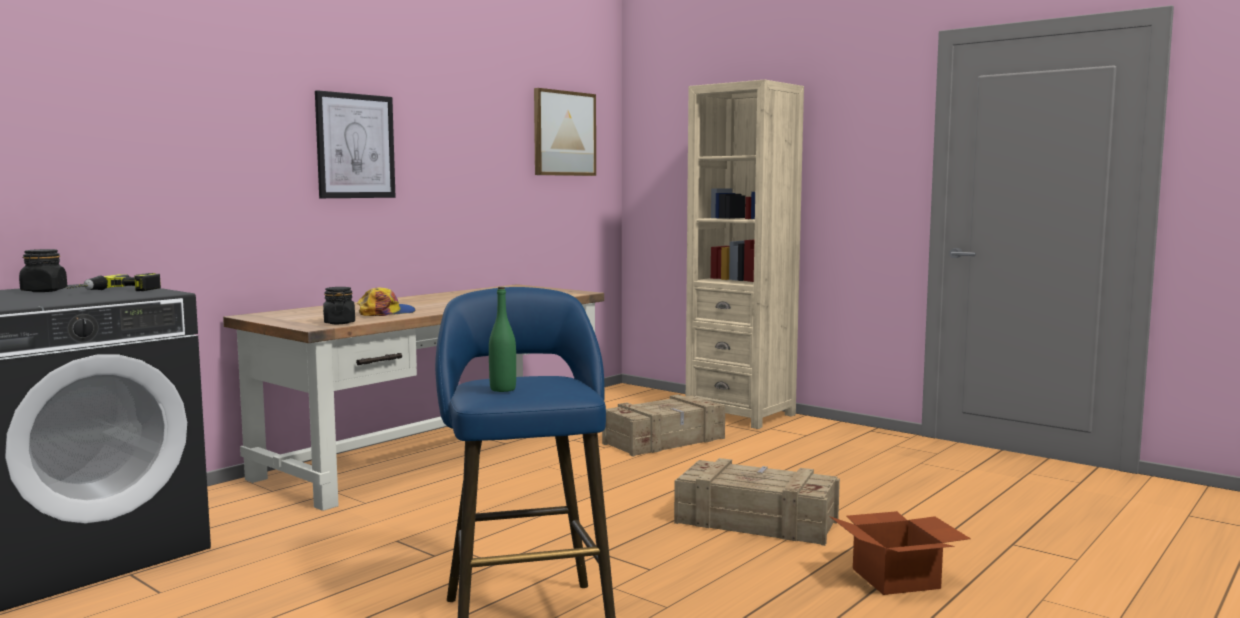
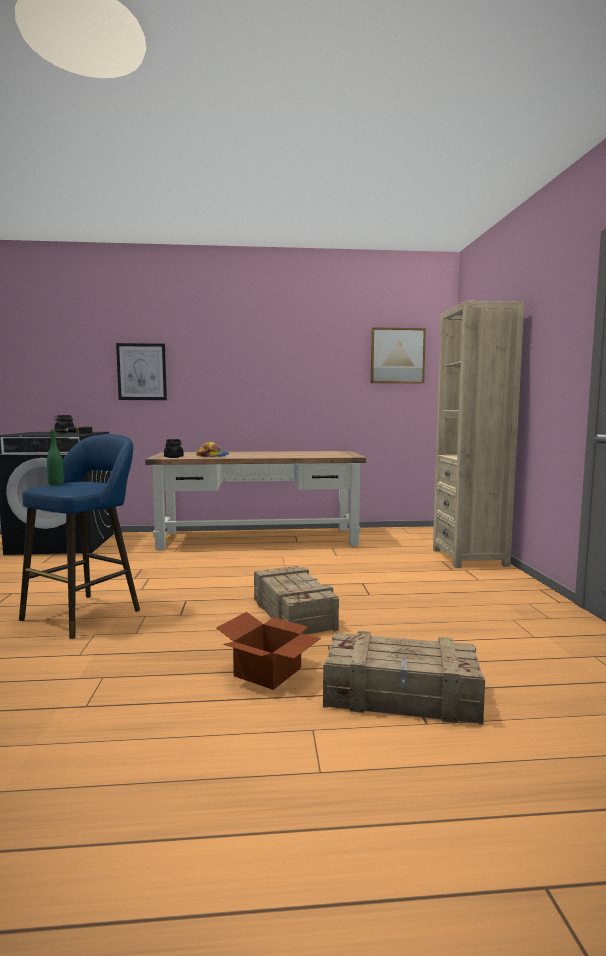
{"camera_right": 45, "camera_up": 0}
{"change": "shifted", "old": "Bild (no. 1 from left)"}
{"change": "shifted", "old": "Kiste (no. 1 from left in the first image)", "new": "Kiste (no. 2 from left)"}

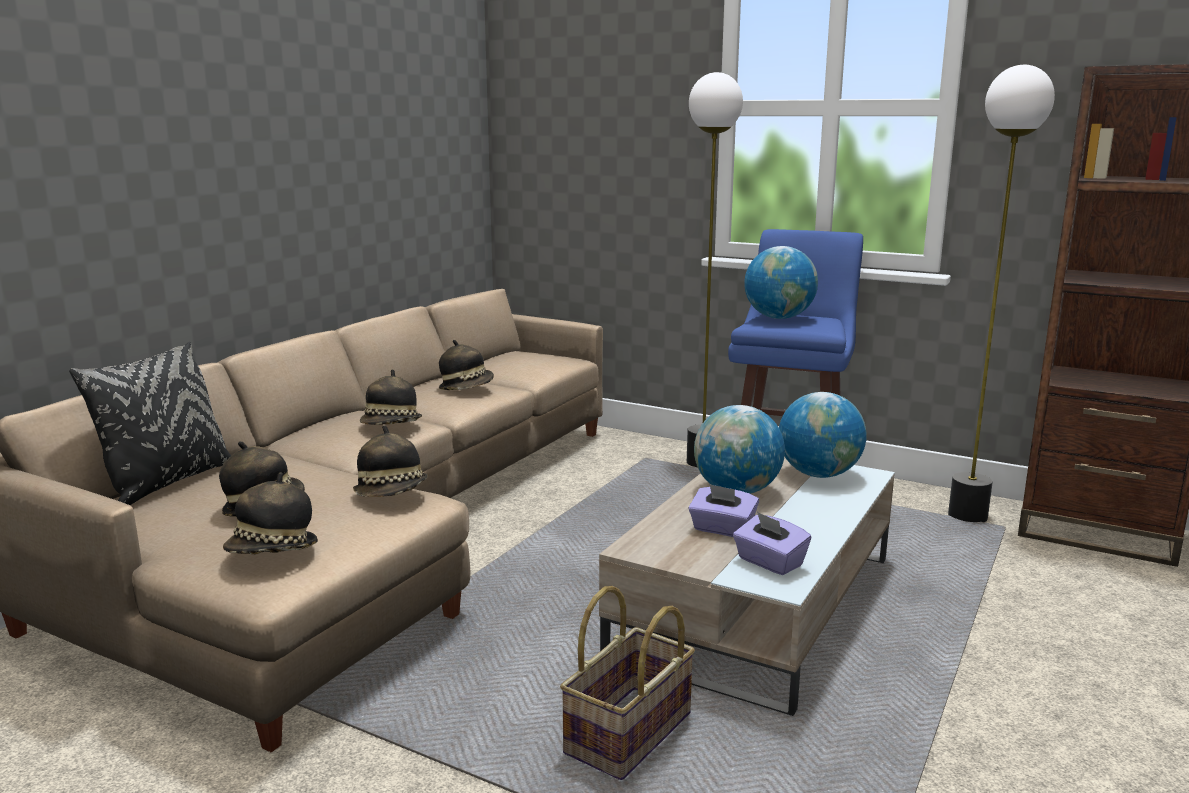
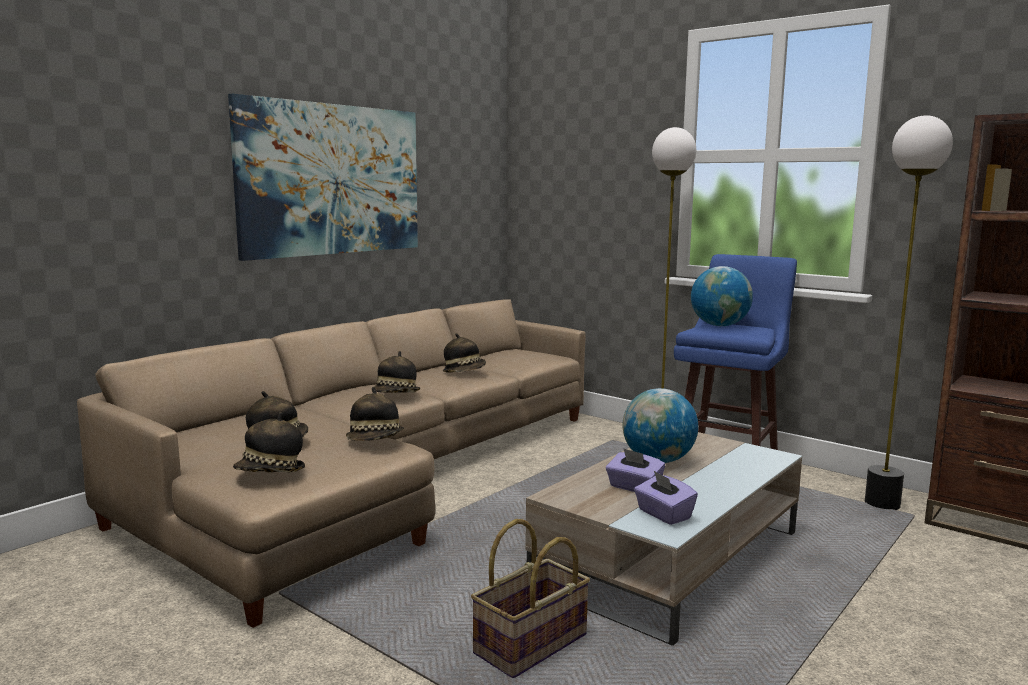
{"camera_right": 10, "camera_up": -5}
{"change": "gone", "old": "Kissen/schwarz"}
{"change": "gone", "old": "Globus (no. 3 from left)"}
{"change": "new", "new": "Bild"}

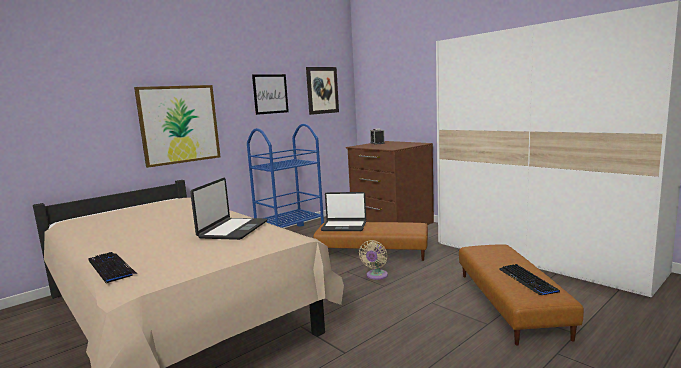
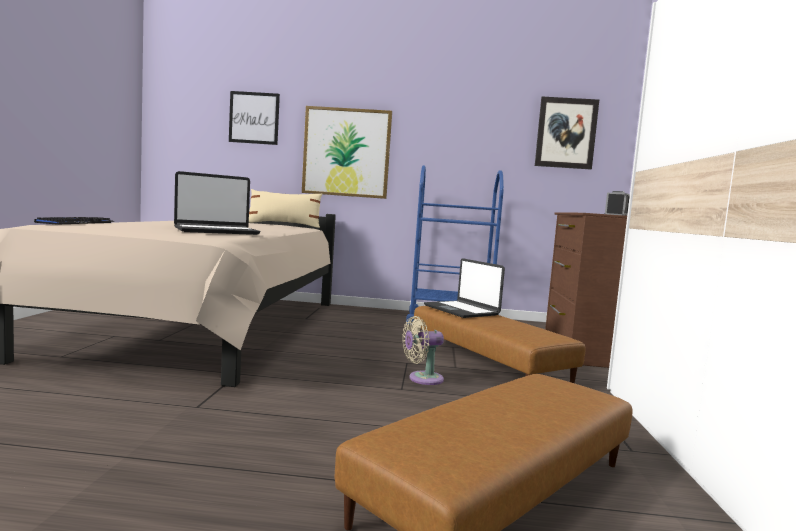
{"camera_right": 45, "camera_up": -5}
{"change": "gone", "old": "Tastatur (no. 2 from left)"}
{"change": "new", "new": "Kissen/beige"}
{"change": "shifted", "old": "Bild (no. 2 from left in the first image)", "new": "Bild (no. 1 from left)"}

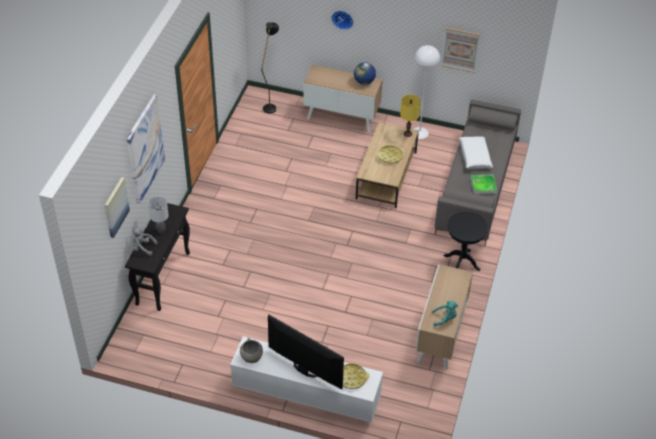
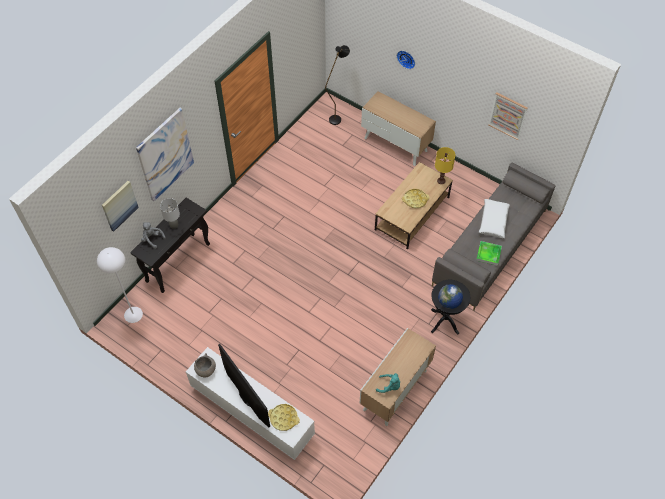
{"camera_right": 20, "camera_up": 10}
{"change": "shifted", "old": "Globus"}
{"change": "shifted", "old": "Stehlampe/weiß"}

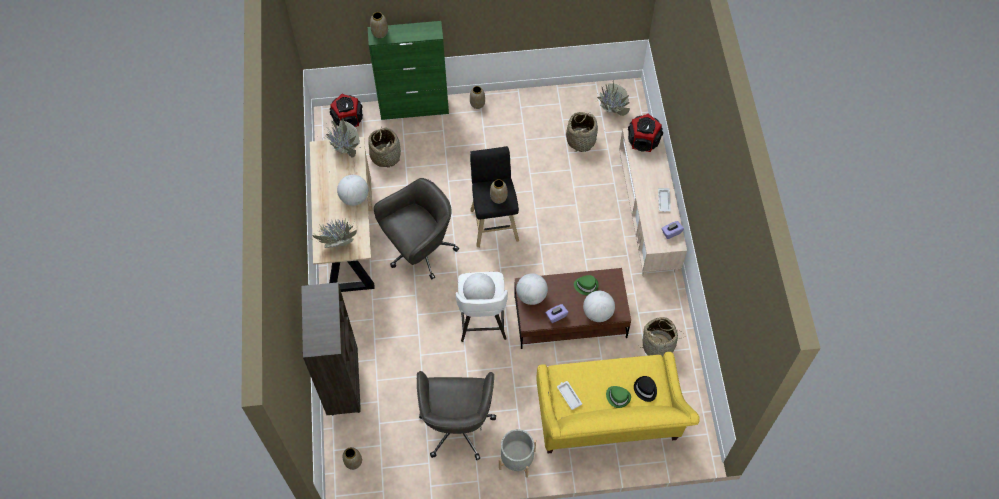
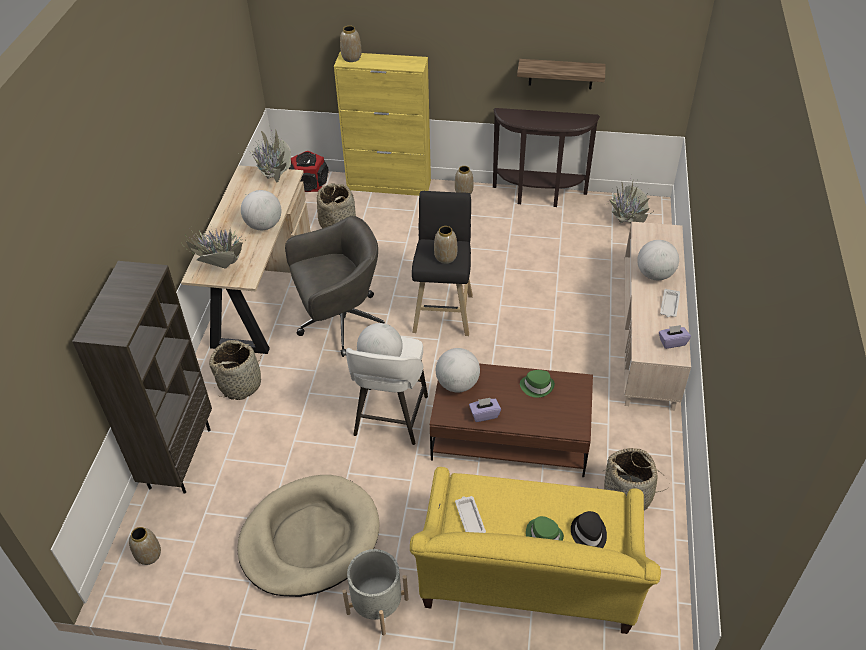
{"camera_right": 15, "camera_up": -15}
{"change": "gone", "old": "Lautsprecher (no. 2 from left)"}
{"change": "new", "new": "Konsolentisch/braun"}
{"change": "new", "new": "Wandregal"}
{"change": "shifted", "old": "Korb (no. 2 from left in the first image)", "new": "Korb (no. 1 from left)"}
{"change": "shifted", "old": "Globus (no. 4 from left)"}
{"change": "swapped", "old": "Bürostuhl/grau (no. 2 from left)", "new": "Hundebett/beige"}
{"change": "repainted", "old": "Schrank/grün", "new": "Schrank/gelb"}

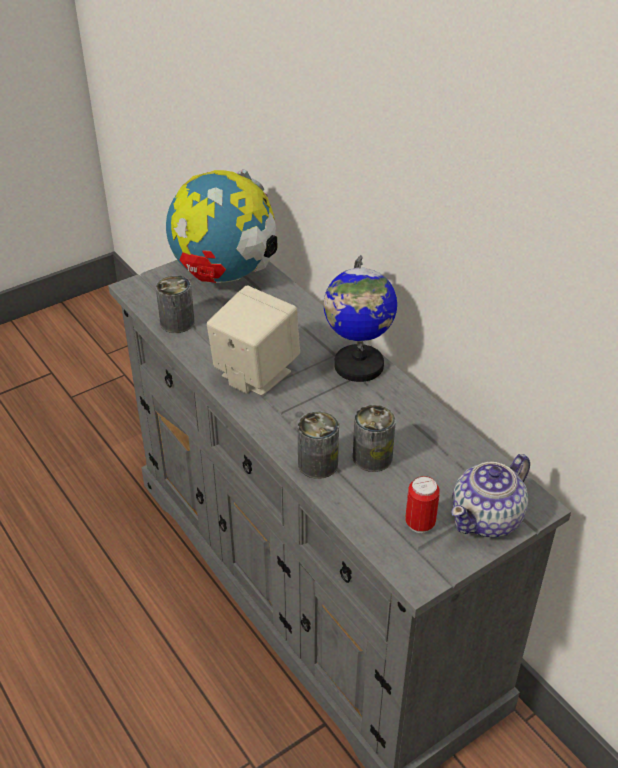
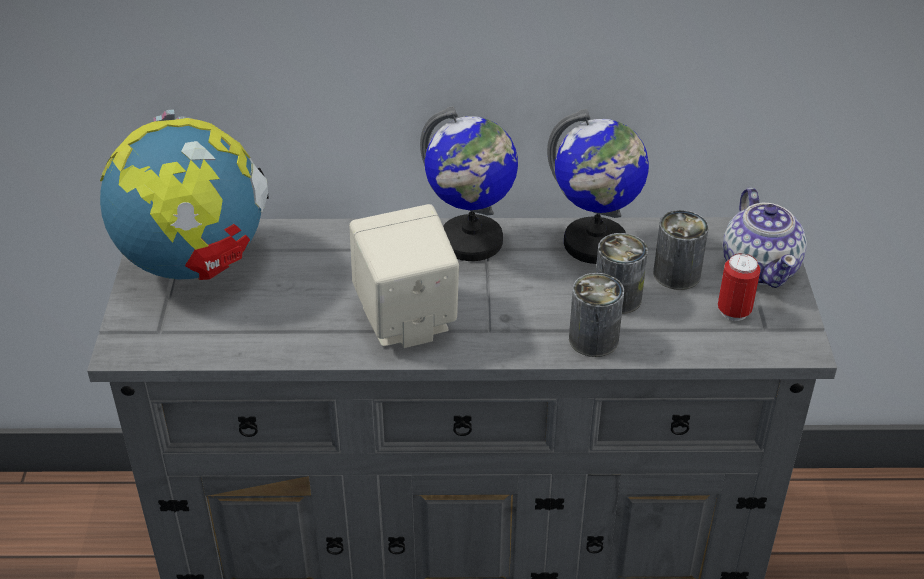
{"camera_right": -55, "camera_up": 0}
{"change": "new", "new": "Globus (no. 3 from left)"}
{"change": "shifted", "old": "Dose (no. 1 from left in the first image)", "new": "Dose (no. 3 from left)"}

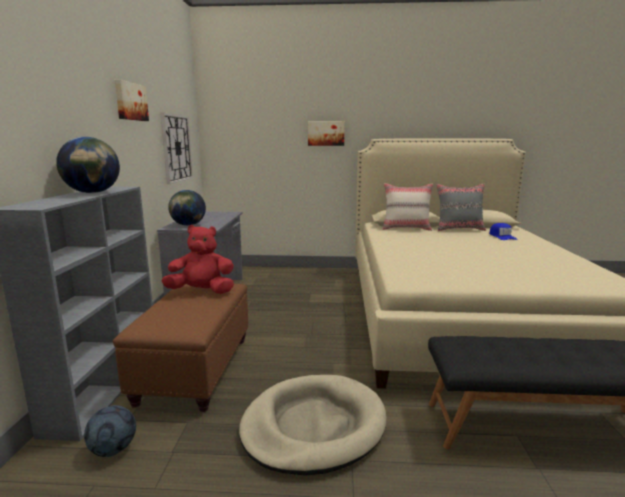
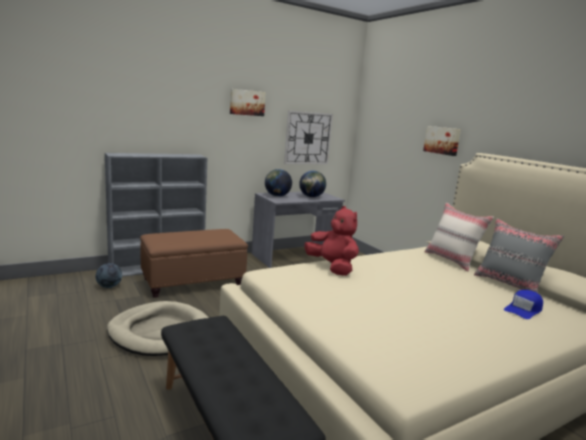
{"camera_right": 55, "camera_up": 0}
{"change": "shifted", "old": "Globus (no. 1 from left in the first image)", "new": "Globus (no. 2 from left)"}
{"change": "shifted", "old": "Plüschtier/rot"}

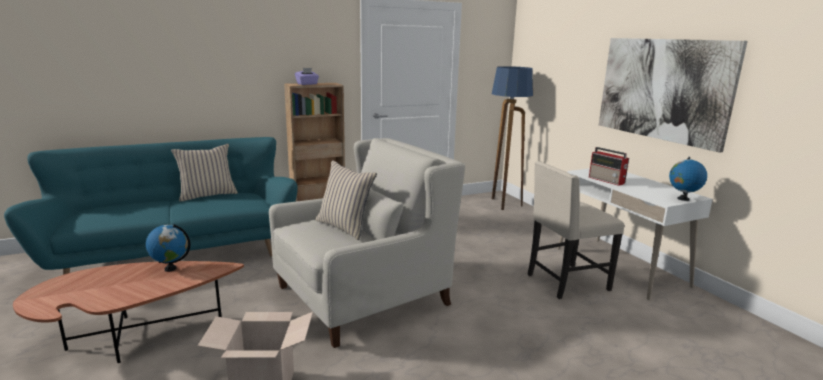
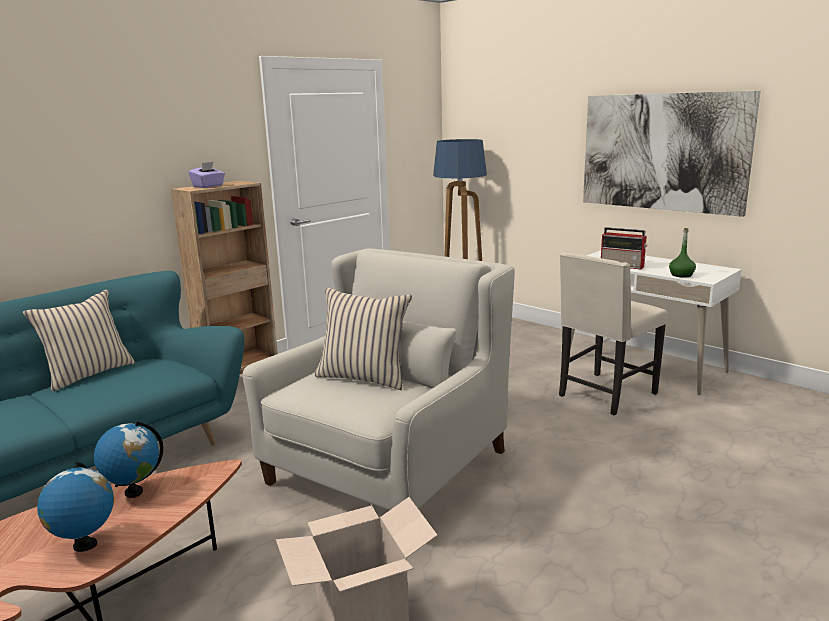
{"camera_right": -20, "camera_up": 0}
{"change": "new", "new": "Flasche/grün"}
{"change": "shifted", "old": "Globus (no. 2 from left in the first image)", "new": "Globus (no. 1 from left)"}

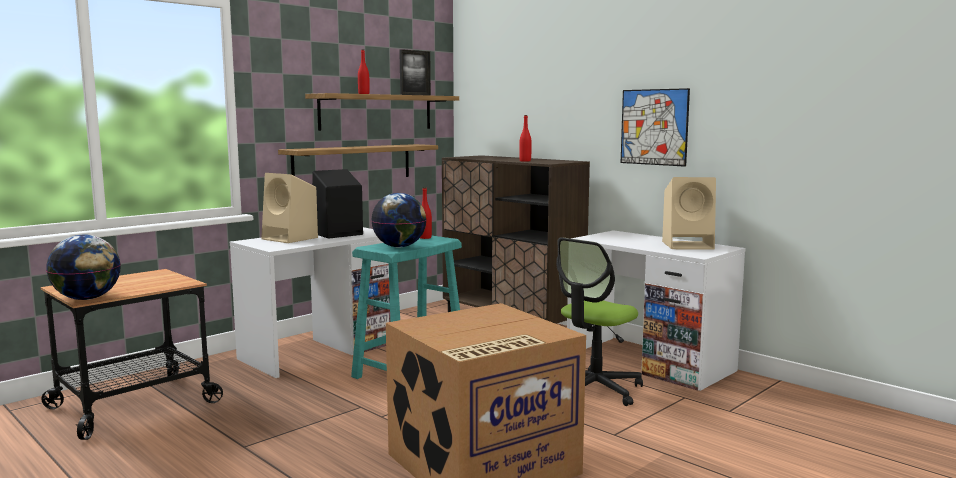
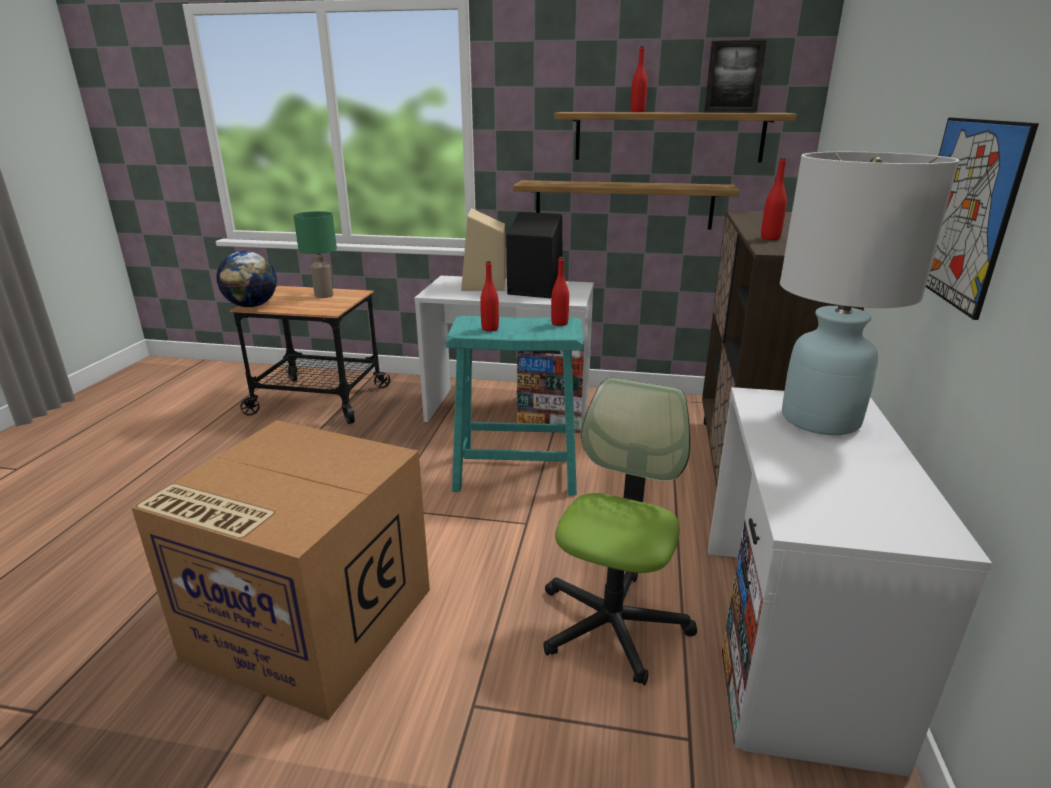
{"camera_right": 55, "camera_up": 15}
{"change": "gone", "old": "Lautsprecher/beige (no. 2 from left)"}
{"change": "new", "new": "Tischlampe/grün"}
{"change": "new", "new": "Tischlampe/weiß"}
{"change": "swapped", "old": "Globus (no. 2 from left)", "new": "Flasche/rot (no. 1 from left)"}
{"change": "rotated", "old": "Bürostuhl", "degrees": 105}

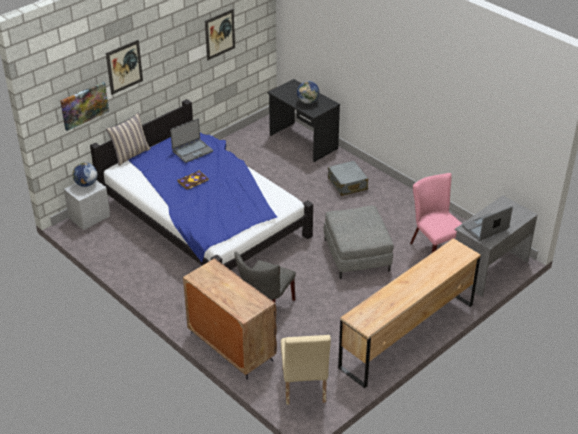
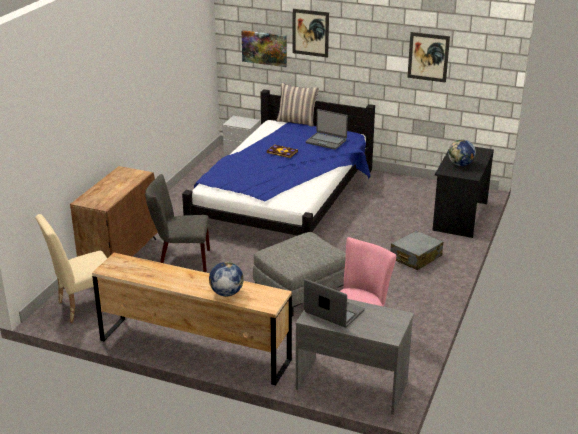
{"camera_right": 65, "camera_up": -10}
{"change": "shifted", "old": "Globus (no. 1 from left)"}

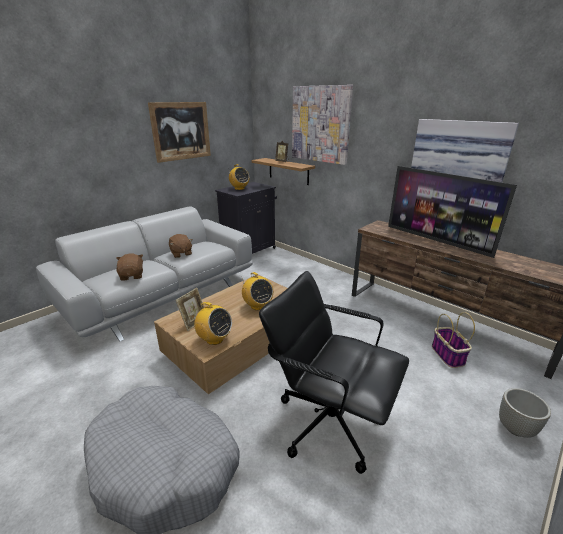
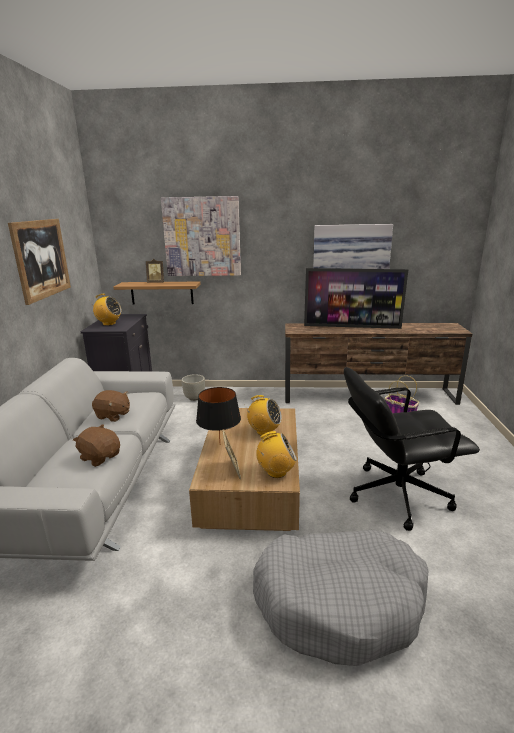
{"camera_right": -40, "camera_up": -5}
{"change": "new", "new": "Tischlampe/schwarz"}
{"change": "shifted", "old": "Pflanzkübel/grau"}

